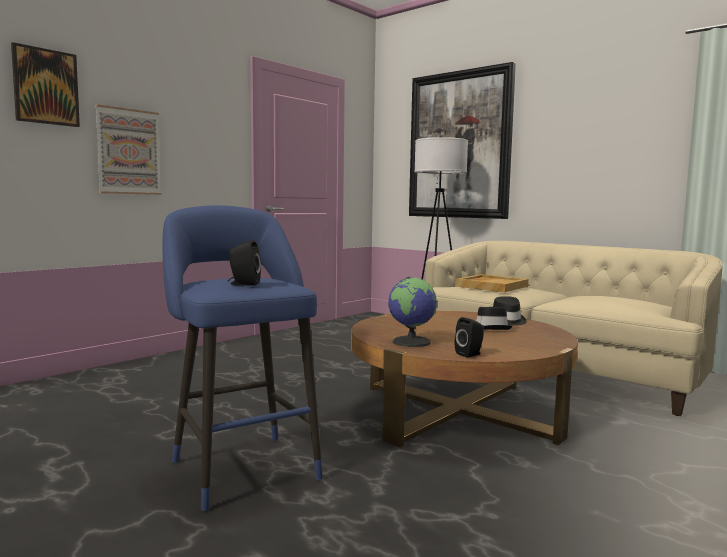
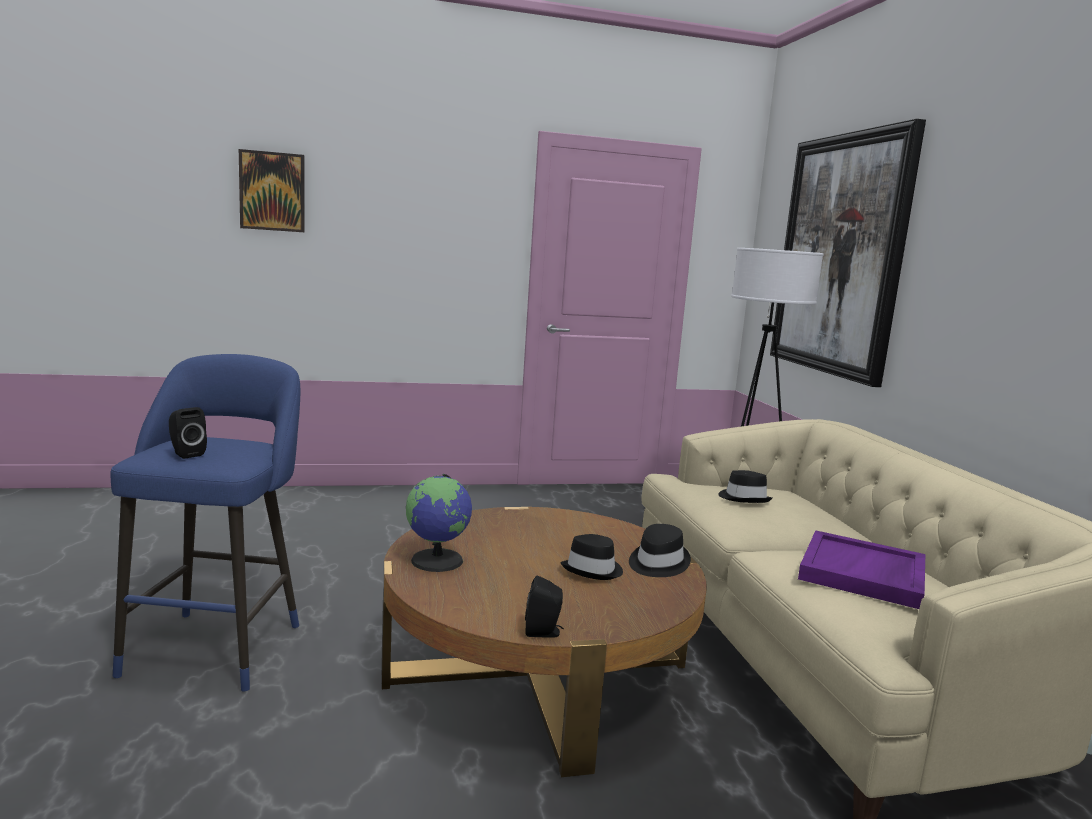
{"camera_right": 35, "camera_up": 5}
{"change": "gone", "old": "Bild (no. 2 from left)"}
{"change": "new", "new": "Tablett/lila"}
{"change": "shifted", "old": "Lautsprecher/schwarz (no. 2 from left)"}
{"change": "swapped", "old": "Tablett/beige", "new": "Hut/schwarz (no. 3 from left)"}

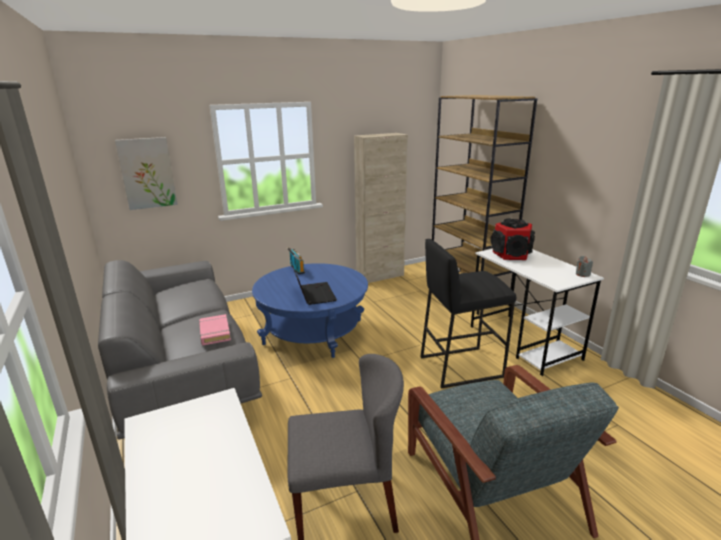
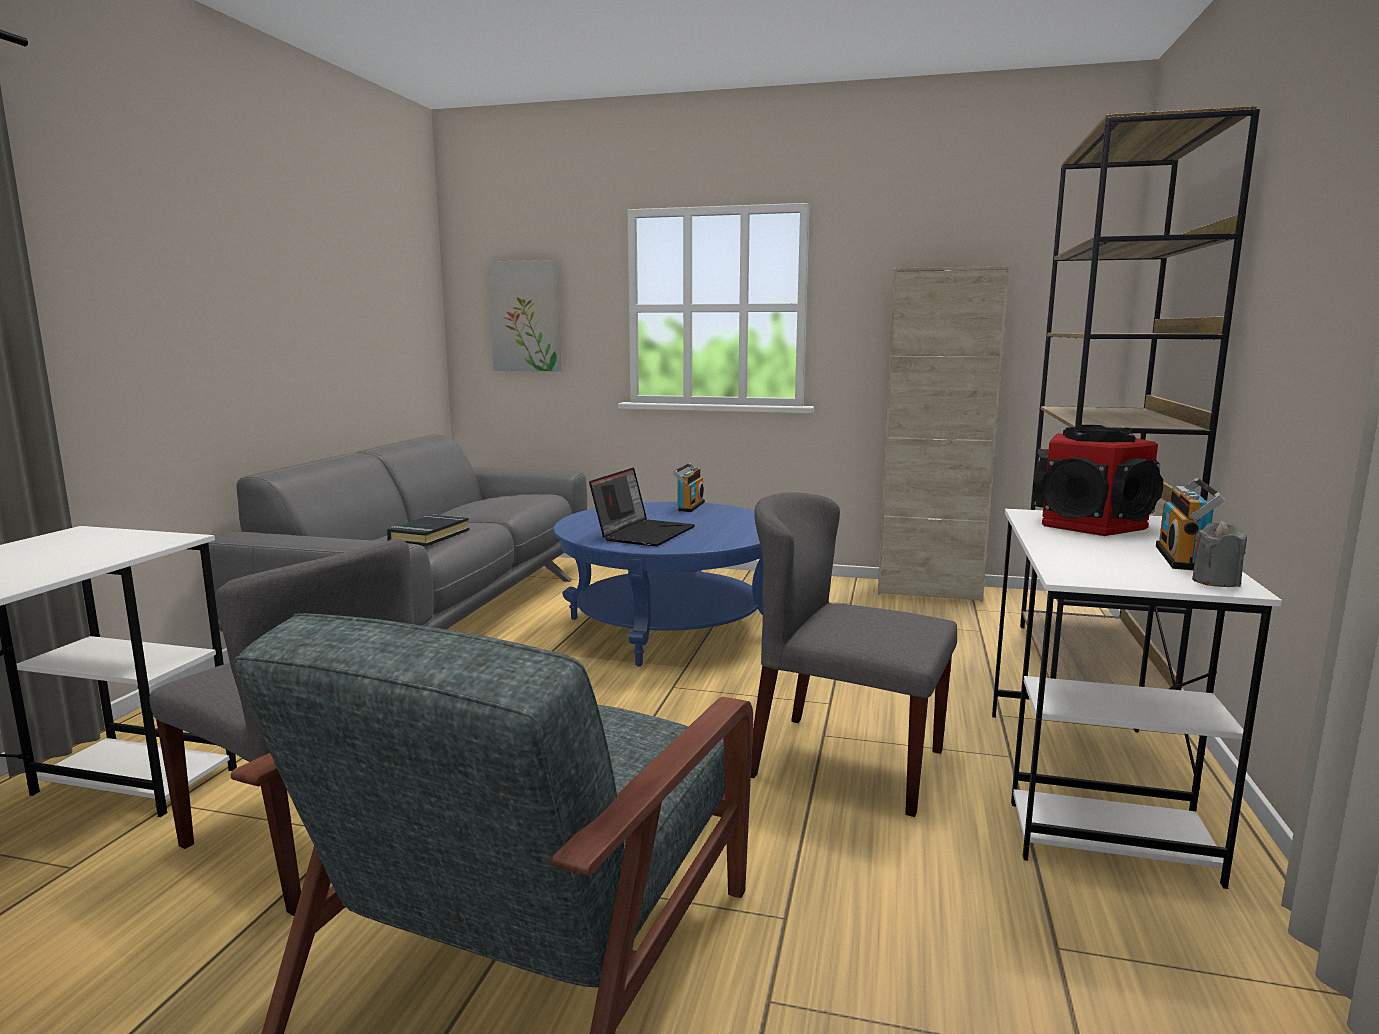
{"camera_right": 40, "camera_up": -10}
{"change": "new", "new": "Radio (no. 2 from left)"}
{"change": "swapped", "old": "Hocker/schwarz", "new": "Stuhl/grau (no. 2 from left)"}
{"change": "repainted", "old": "Buch/rosa", "new": "Buch/schwarz"}

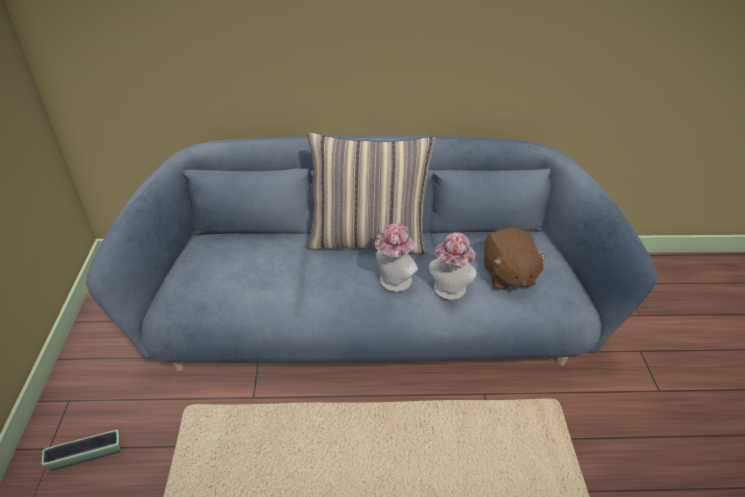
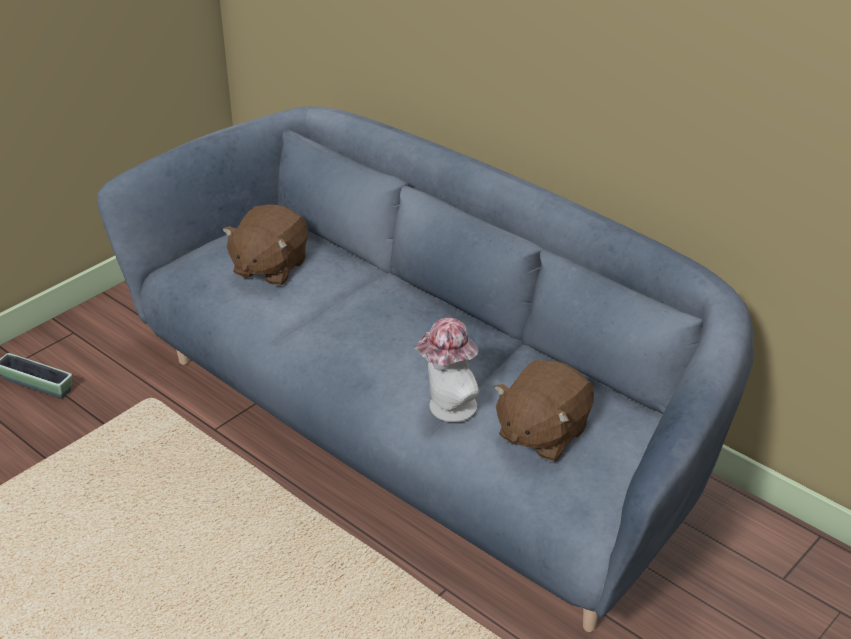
{"camera_right": 45, "camera_up": -5}
{"change": "gone", "old": "Kissen"}
{"change": "gone", "old": "Hut (no. 1 from left)"}
{"change": "new", "new": "Plüschtier/braun (no. 1 from left)"}

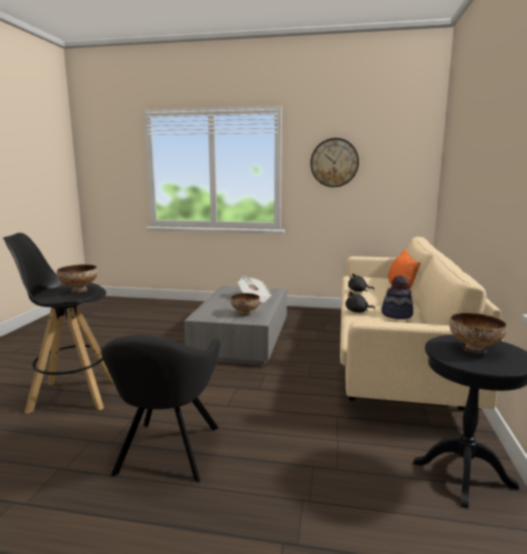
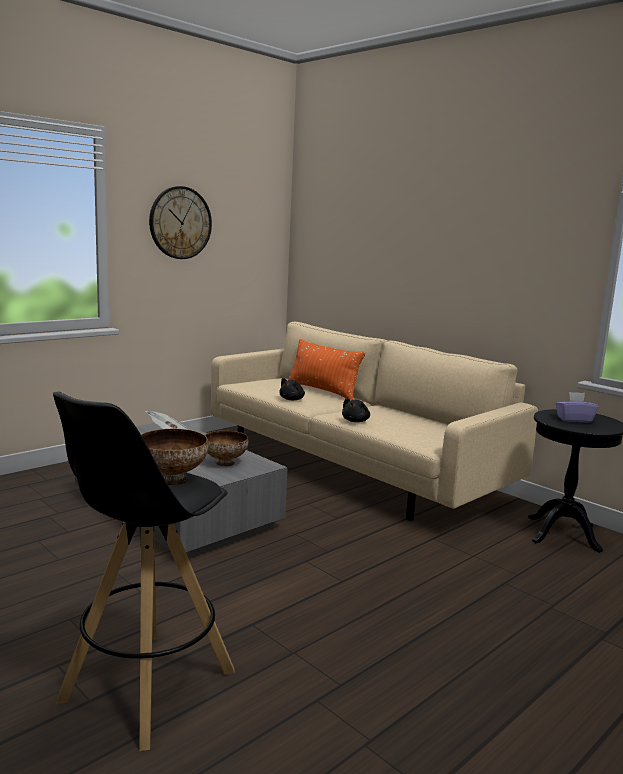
{"camera_right": -55, "camera_up": 0}
{"change": "gone", "old": "Sessel/schwarz"}
{"change": "gone", "old": "Hut"}
{"change": "swapped", "old": "Schüssel (no. 3 from left)", "new": "Taschentuchbox/lila"}

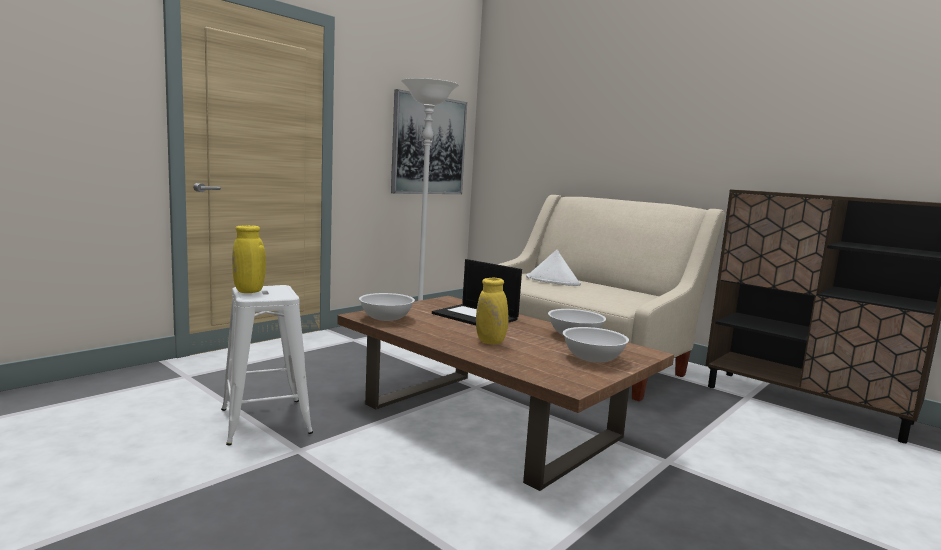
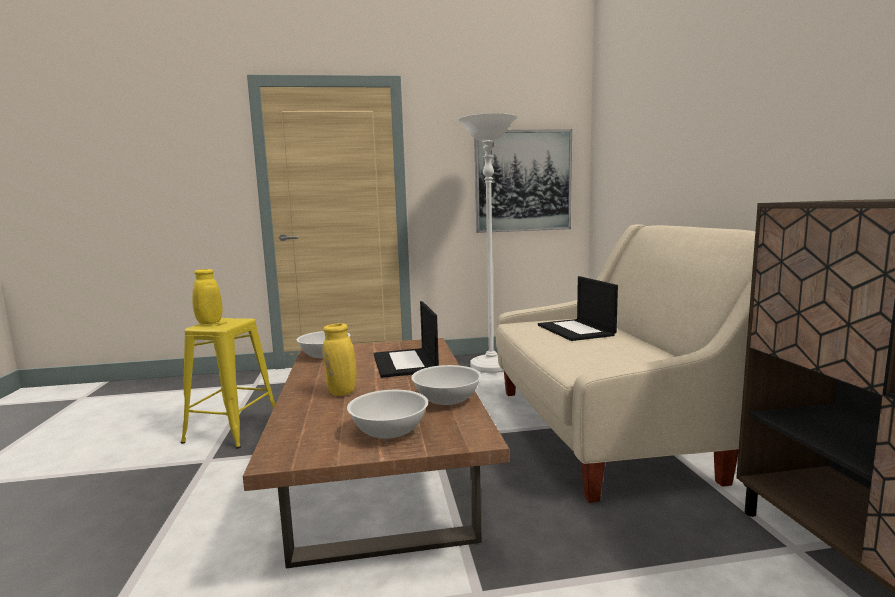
{"camera_right": 40, "camera_up": 0}
{"change": "swapped", "old": "Hut/weiß", "new": "Laptop (no. 2 from left)"}
{"change": "repainted", "old": "Hocker/weiß", "new": "Hocker/gelb"}

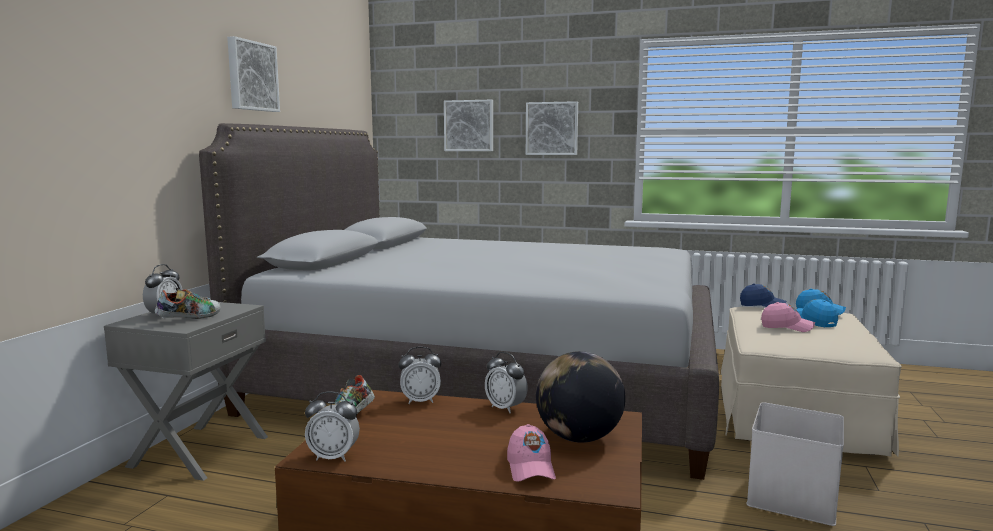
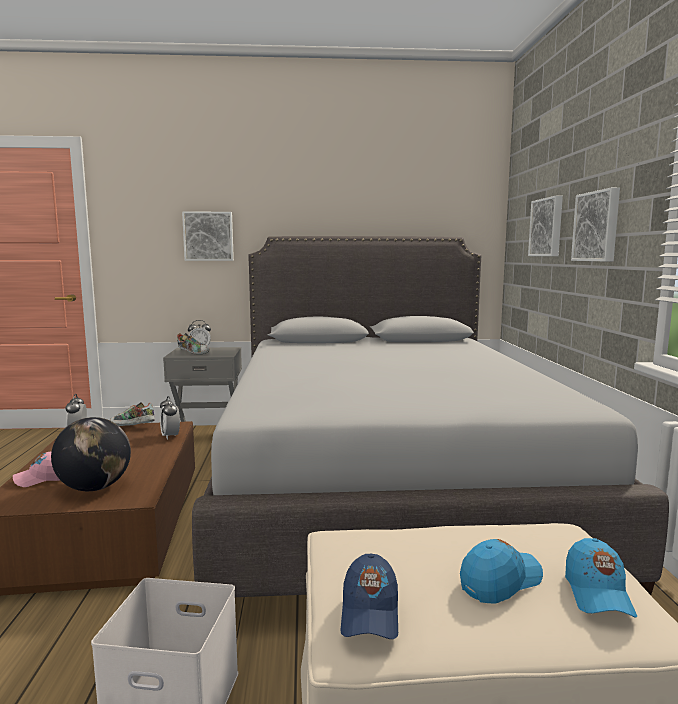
{"camera_right": 70, "camera_up": 0}
{"change": "gone", "old": "Wecker (no. 4 from left)"}
{"change": "gone", "old": "Kappe/rosa (no. 2 from left)"}
{"change": "shifted", "old": "Bild (no. 1 from left)"}
{"change": "shifted", "old": "Kappe/blau (no. 1 from left)"}

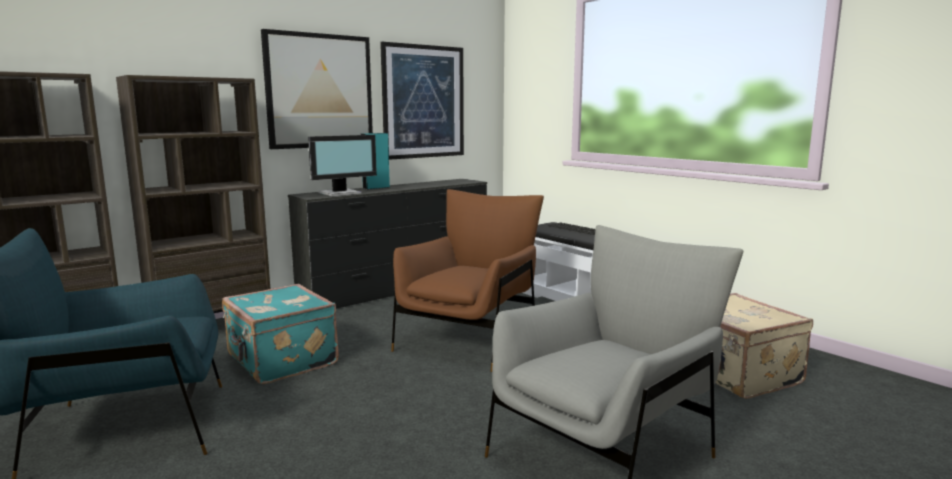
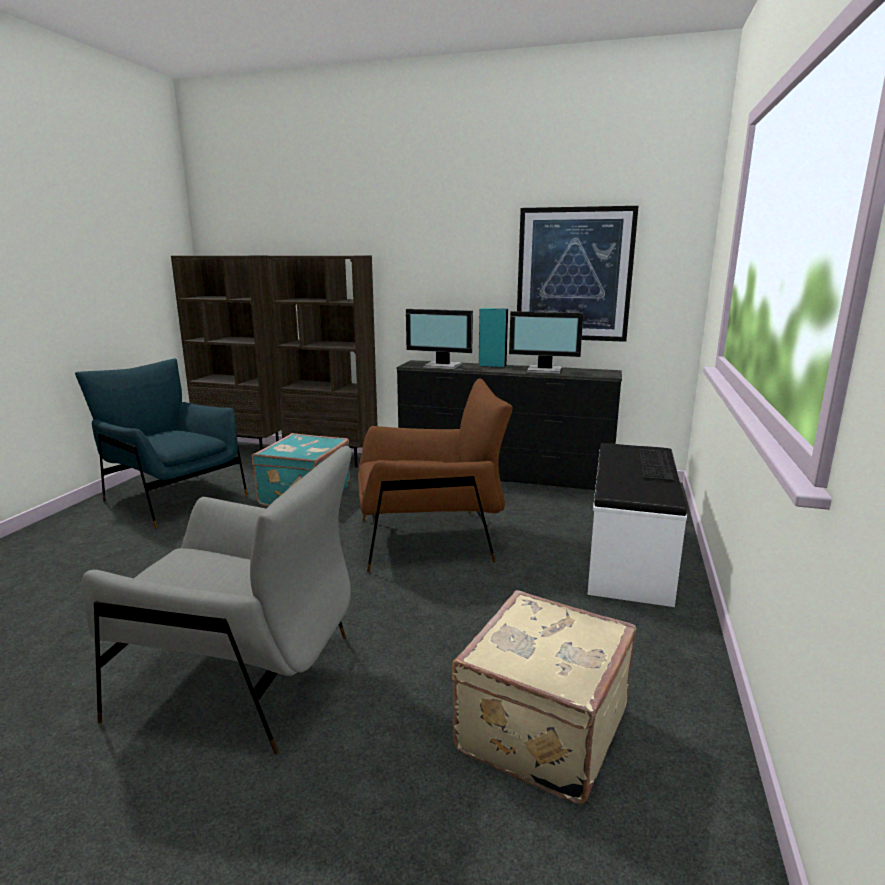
{"camera_right": 55, "camera_up": 5}
{"change": "gone", "old": "Bild (no. 1 from left)"}
{"change": "new", "new": "Monitor (no. 2 from left)"}

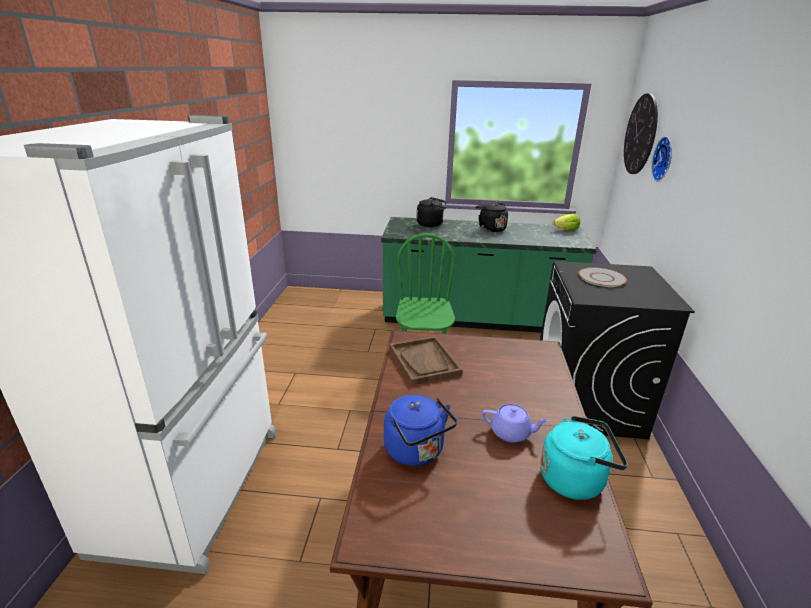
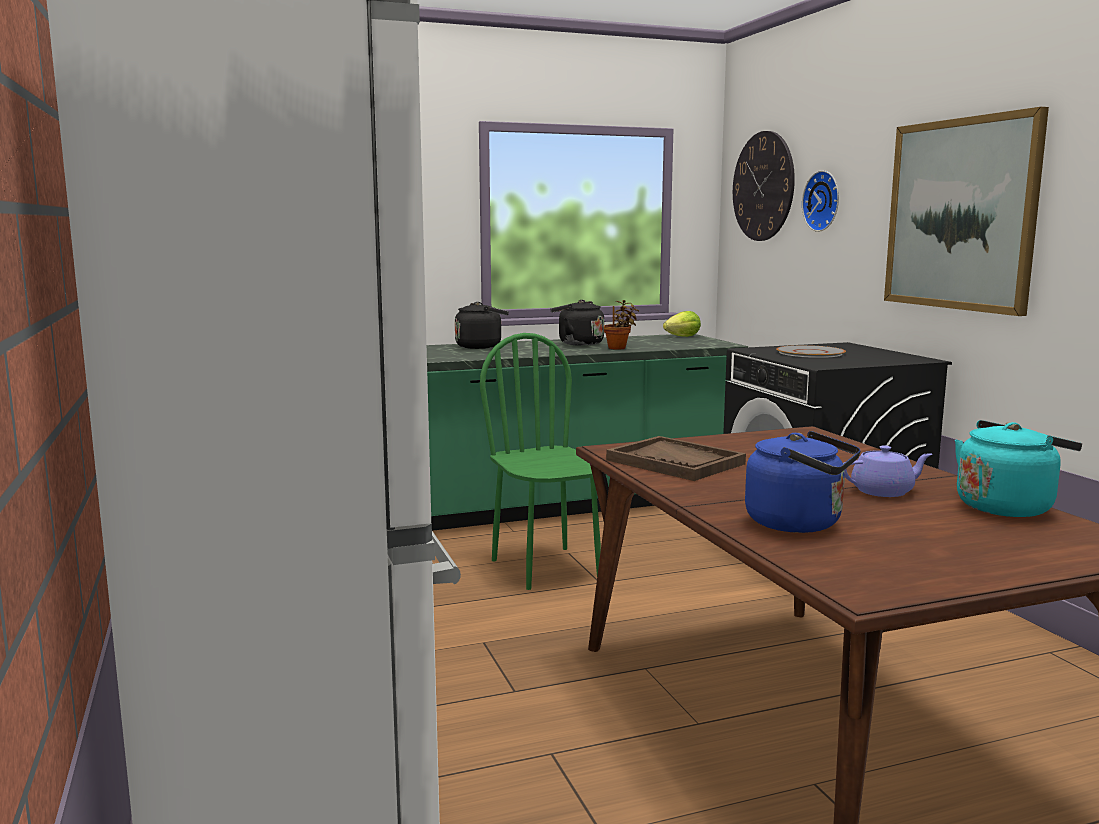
{"camera_right": -25, "camera_up": -15}
{"change": "new", "new": "Topfpflanze"}
{"change": "new", "new": "Bild"}

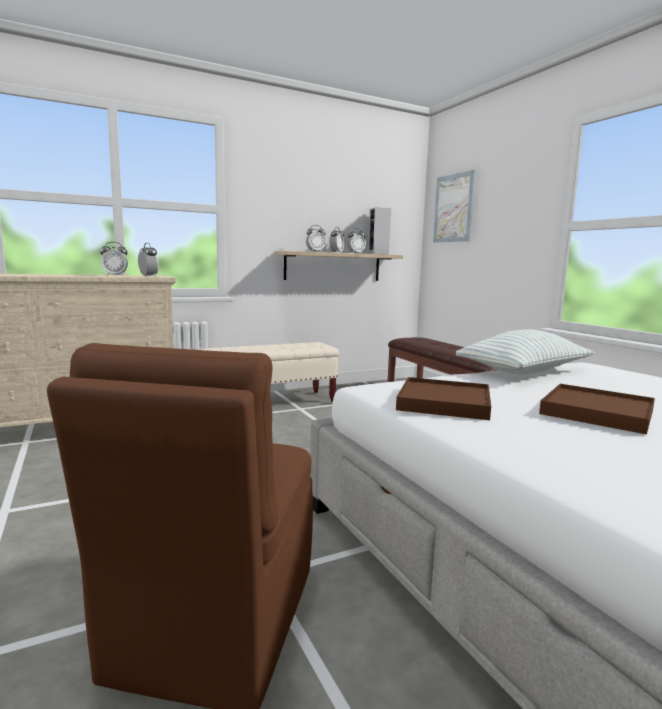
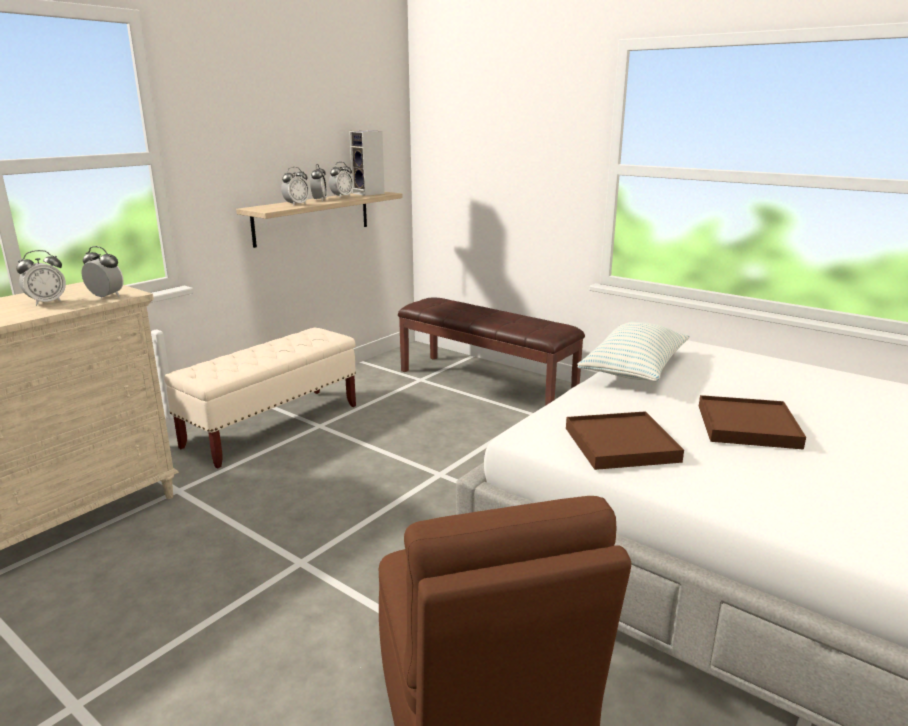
{"camera_right": -25, "camera_up": 10}
{"change": "gone", "old": "Bild"}

